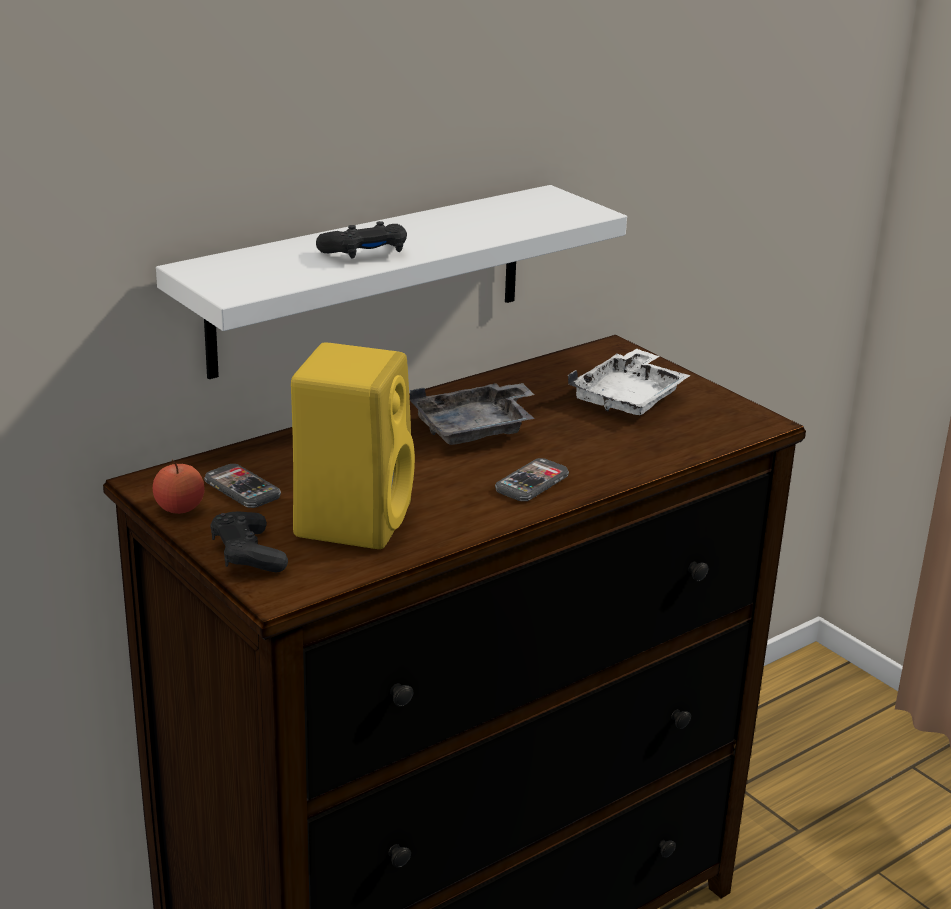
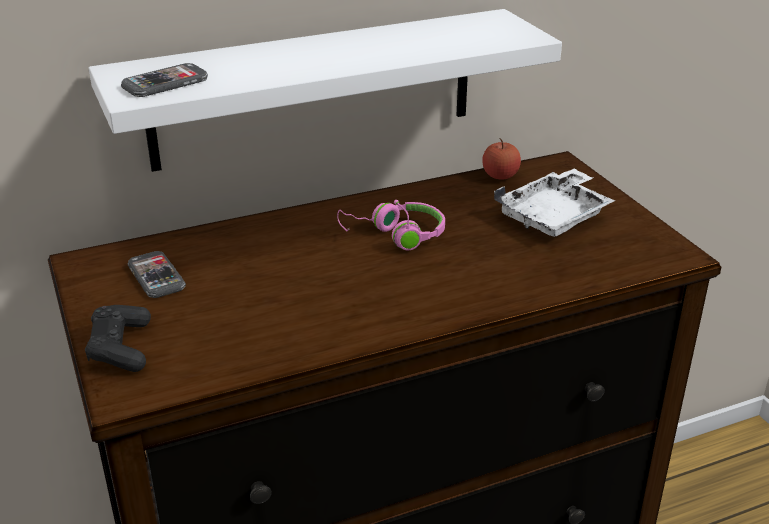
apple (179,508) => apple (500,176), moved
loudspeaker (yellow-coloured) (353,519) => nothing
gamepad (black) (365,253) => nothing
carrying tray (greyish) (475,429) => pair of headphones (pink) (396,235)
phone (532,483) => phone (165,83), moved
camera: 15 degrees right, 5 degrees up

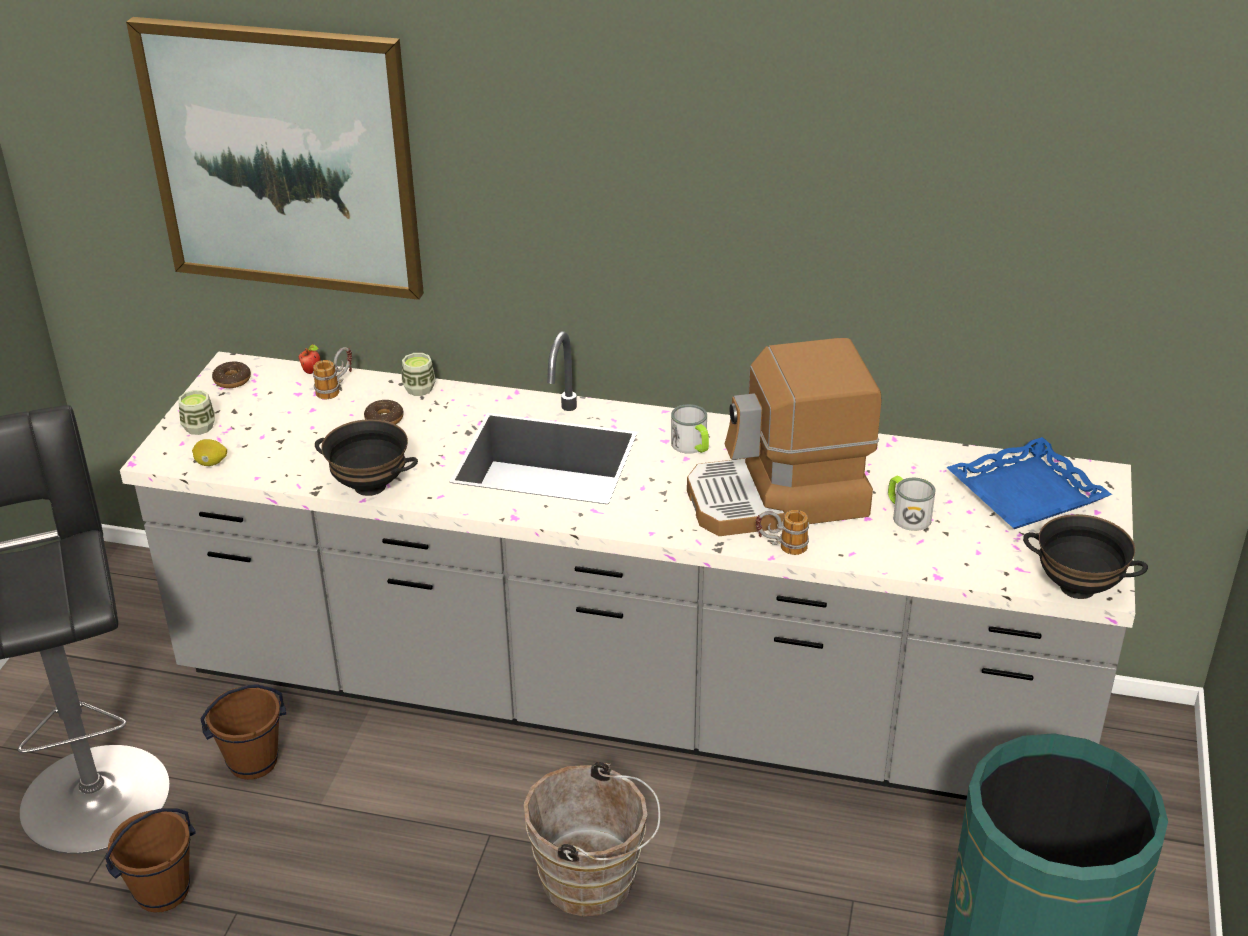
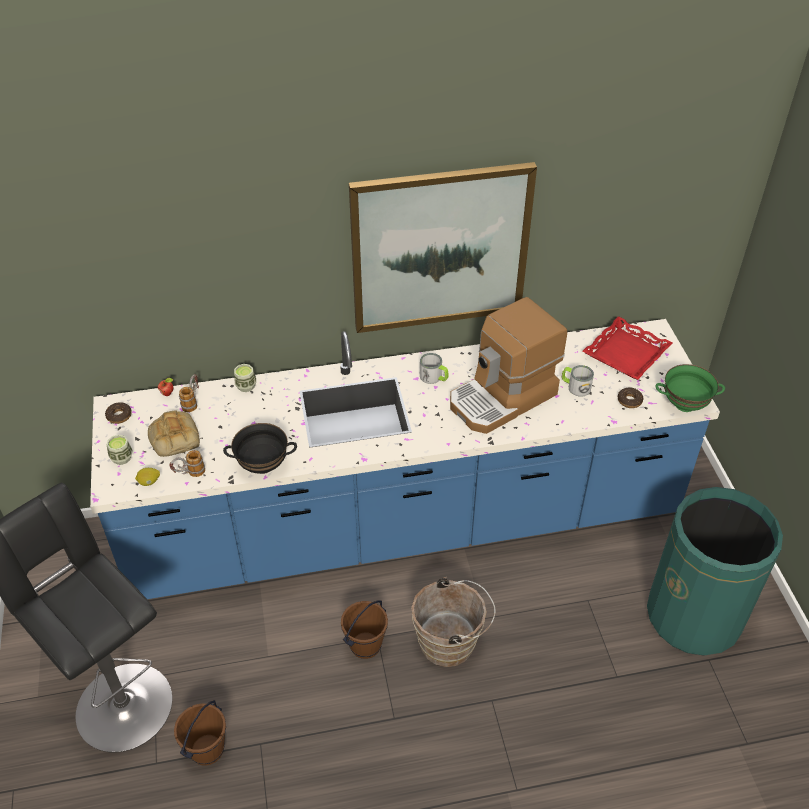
kitchen base unit (greyish) (626,698) => kitchen base unit (bluish) (404,523)
wall picture (283,159) => wall picture (440,249), moved
bucket (brown) (253,761) => bucket (brown) (365,645), moved
doughnut (384,419) => doughnut (629,400), moved
mug (781,547) => mug (189,474), moved
carrying tray (bluish) (1026,494) => carrying tray (red) (626,354)
deep dish (black) (1076,588) => deep dish (green) (684,405)
nothing => bread (173,437)
camera: 25 degrees left, 10 degrees up

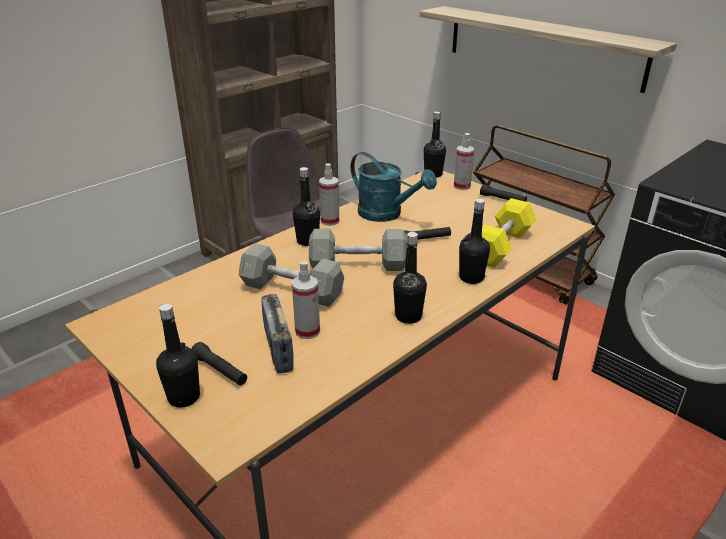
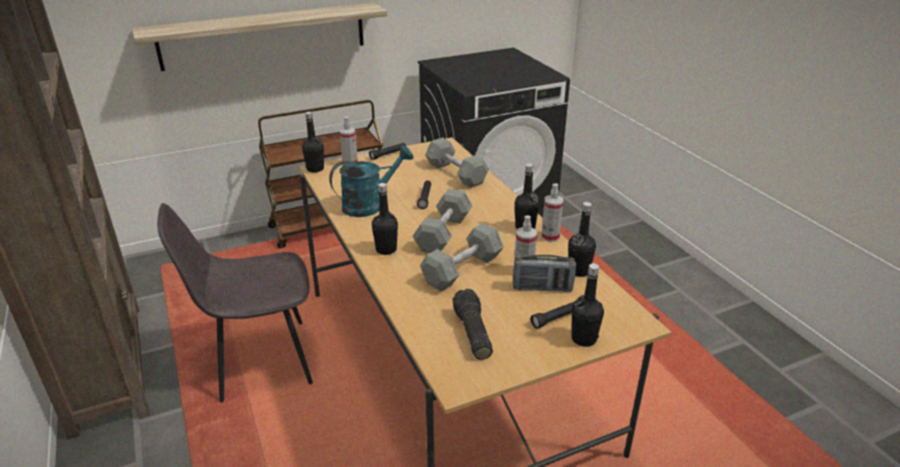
hand sprayer (330,221) => hand sprayer (550,237), moved
drink bottle (black) (471,278) => drink bottle (black) (578,271), moved
hand weight (yellow-coloured) (500,246) => hand weight (greyish) (456,173)
nothing => torch (471,333)
camera: 70 degrees left, 0 degrees up

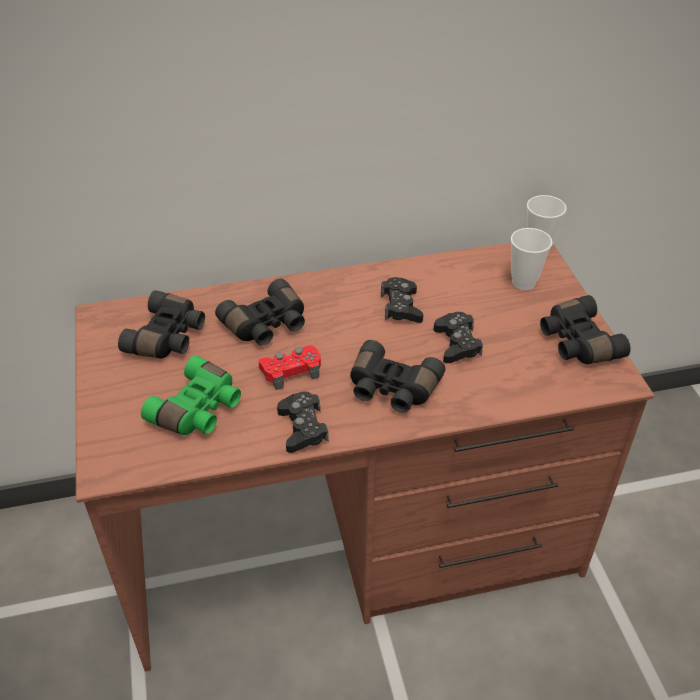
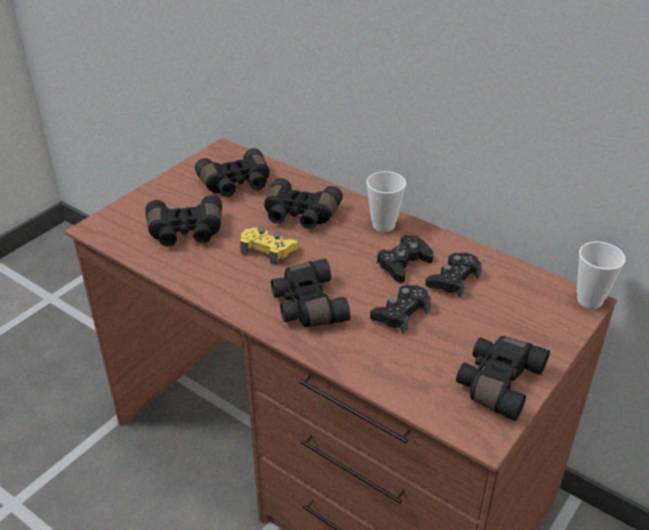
binoculars (green) (199,410) => binoculars (black) (185,233)
gamepad (red) (291,371) => gamepad (yellow-coloured) (268,250)
gamepad (black) (302,427) => gamepad (black) (453,280), moved
cup (523,282) => cup (383,225), moved
camera: 50 degrees right, 5 degrees down

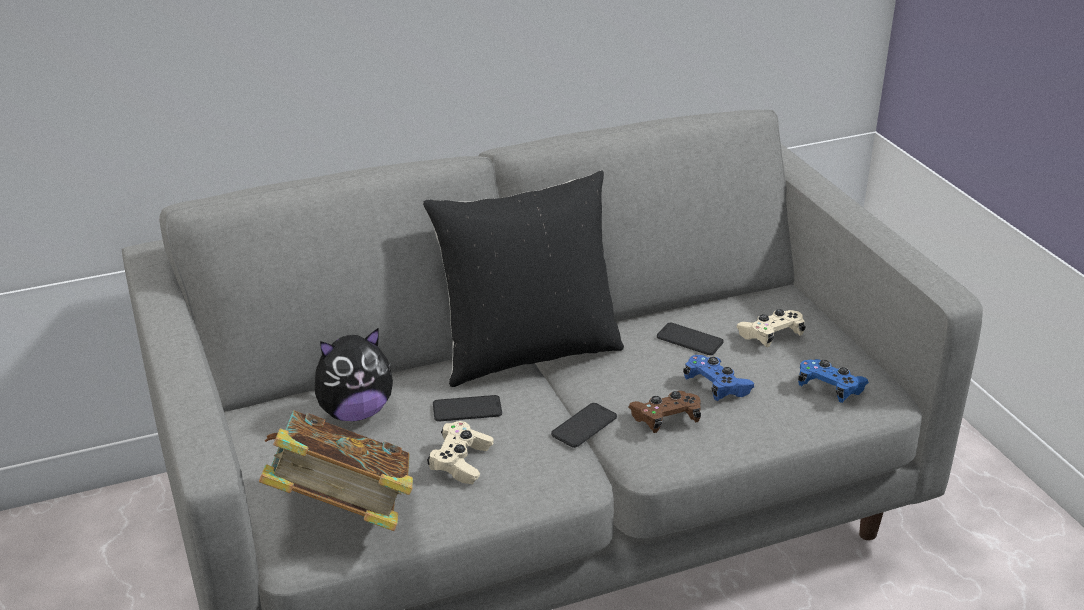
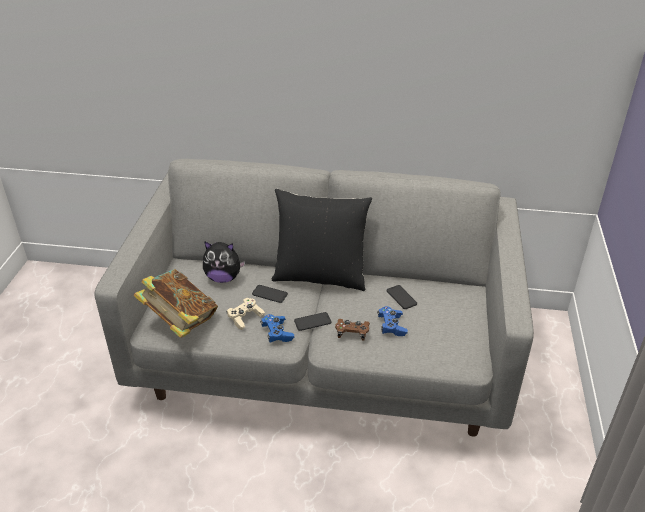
gamepad (beige-coloured) (771,336) => nothing
gamepad (bluish) (829,388) => gamepad (bluish) (277,333), moved
camera: 30 degrees right, 5 degrees up

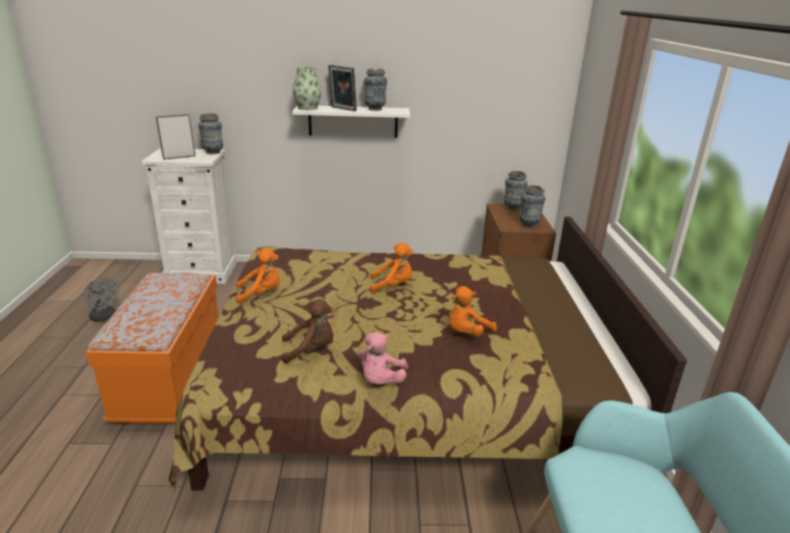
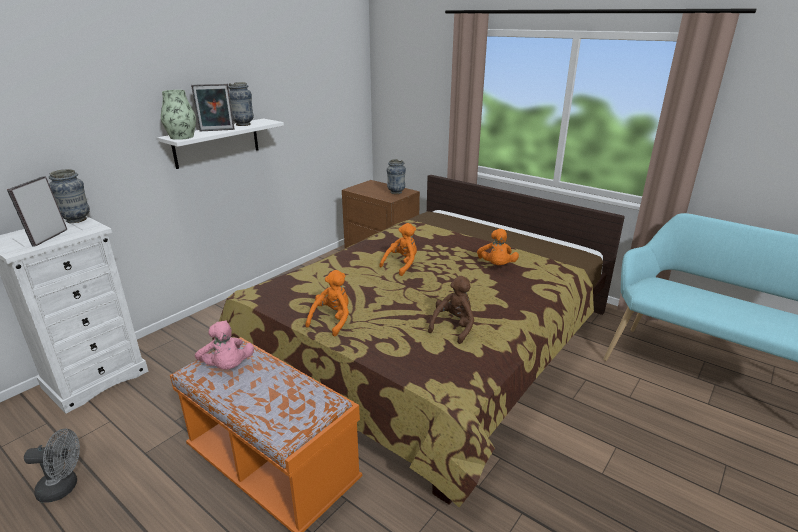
soft toy (pink) (380,381) => soft toy (pink) (227,367), moved
flower vase (513,208) => nothing
camera: 50 degrees left, 0 degrees up

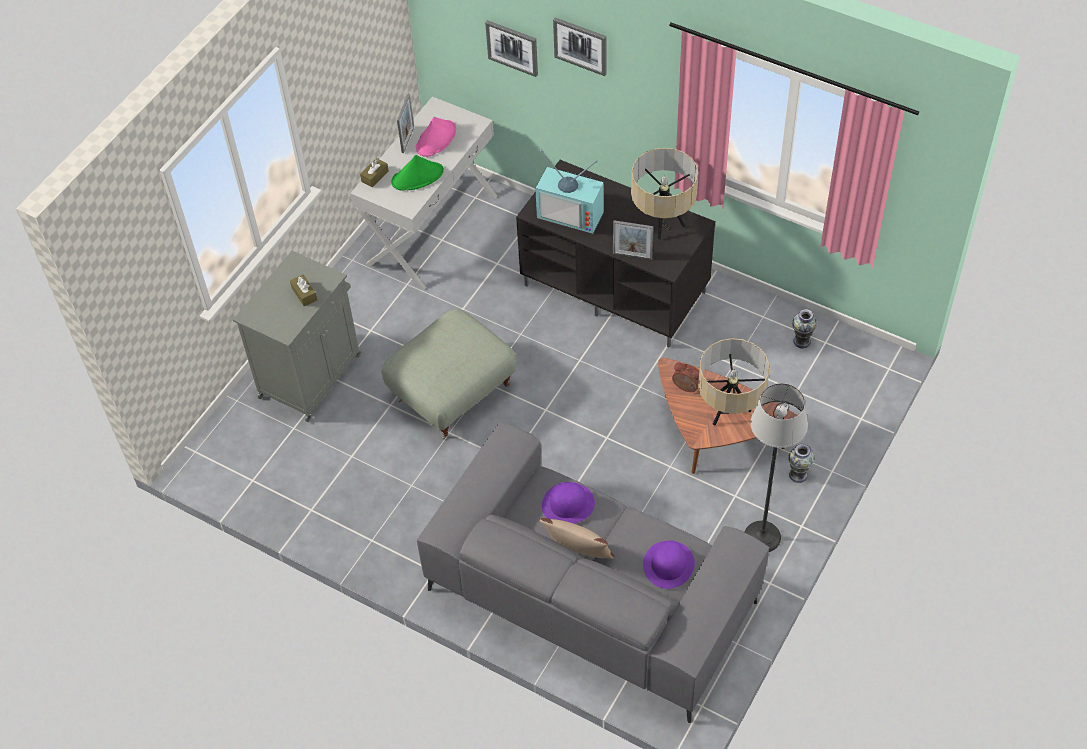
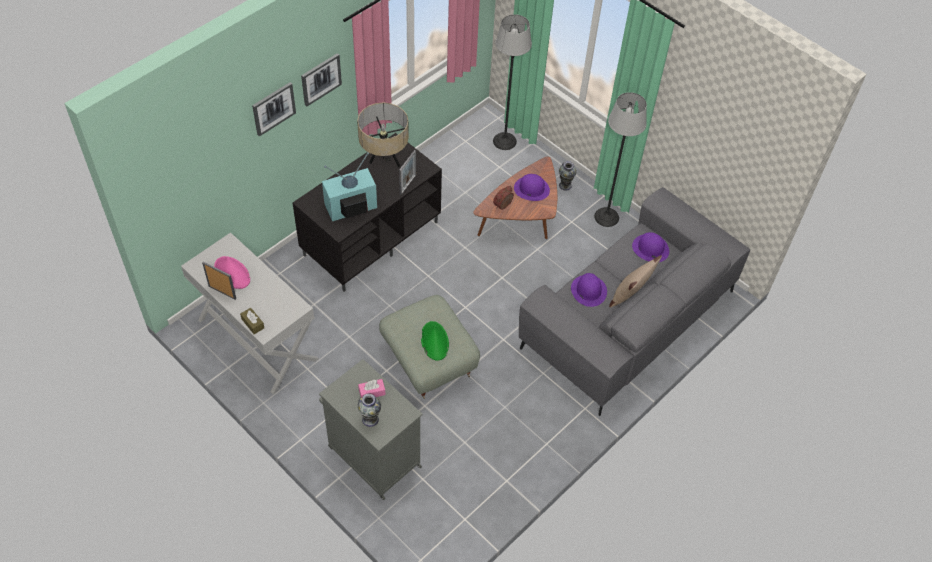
box of tissues (brown) (304,294) => box of tissues (pink) (372,392)
clothing hat (green) (418,177) => clothing hat (green) (434,341), moved
wall picture (512,47) => wall picture (320,79), moved
television (572,213) => television (351,208), 150 degrees counterclockwise
tabletop lamp (beige-coloured) (729,411) => clothing hat (purplish) (532,189)
flower vase (802,341) => flower vase (370,419), moved
nothing => standard lamp (504,141)
camera: 80 degrees left, 0 degrees up

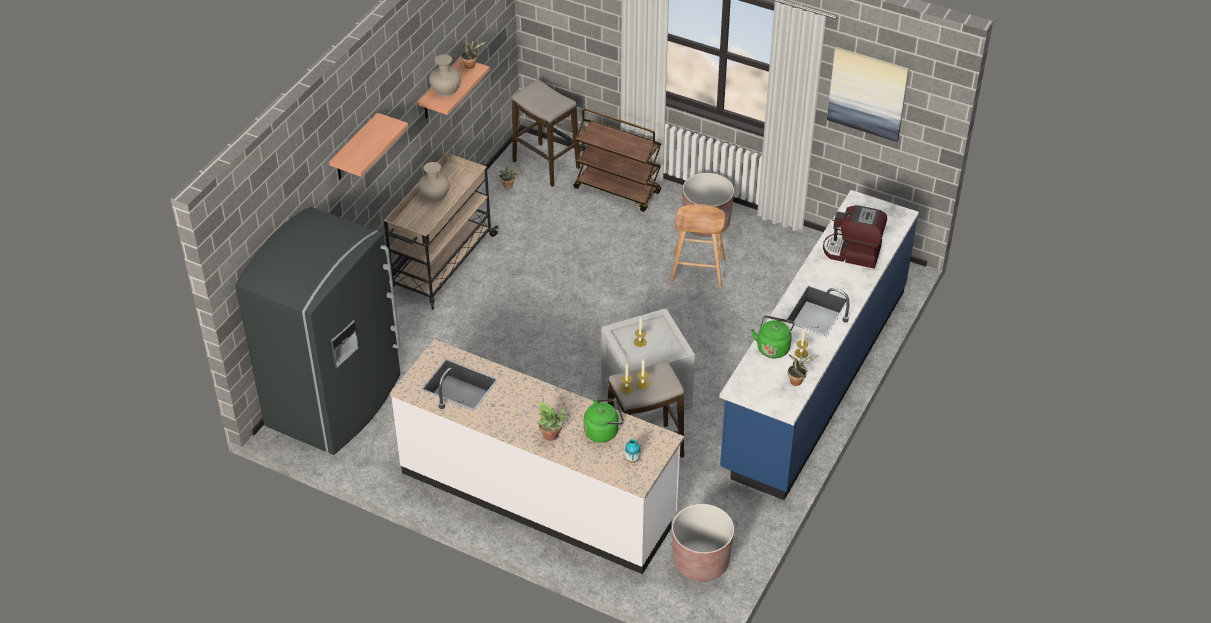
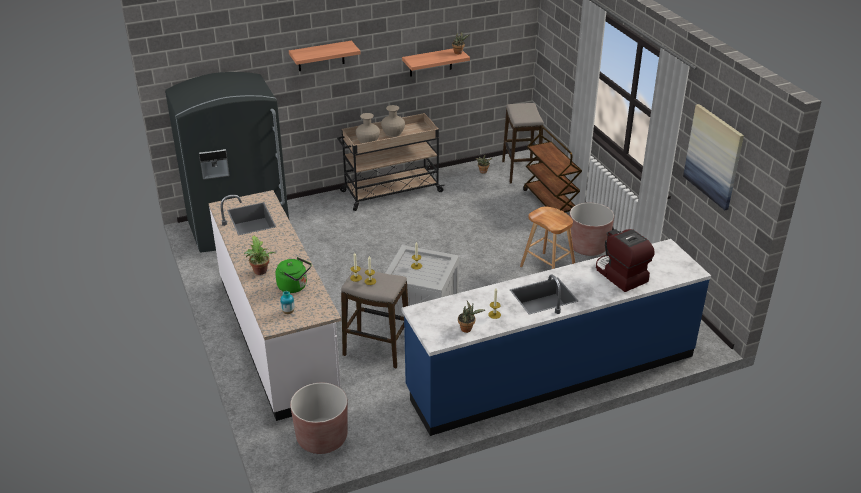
flower vase (beige-coloured) (445,89) => flower vase (beige-coloured) (368,141), moved
kettle (green) (773,347) => nothing
camera: 40 degrees right, 10 degrees down

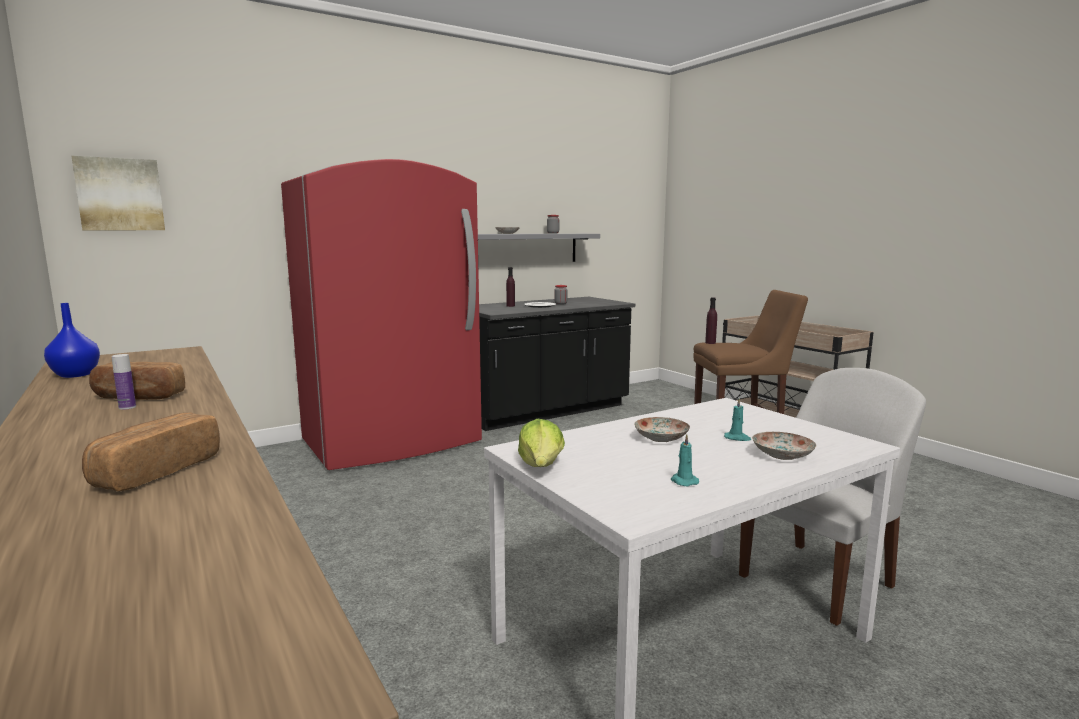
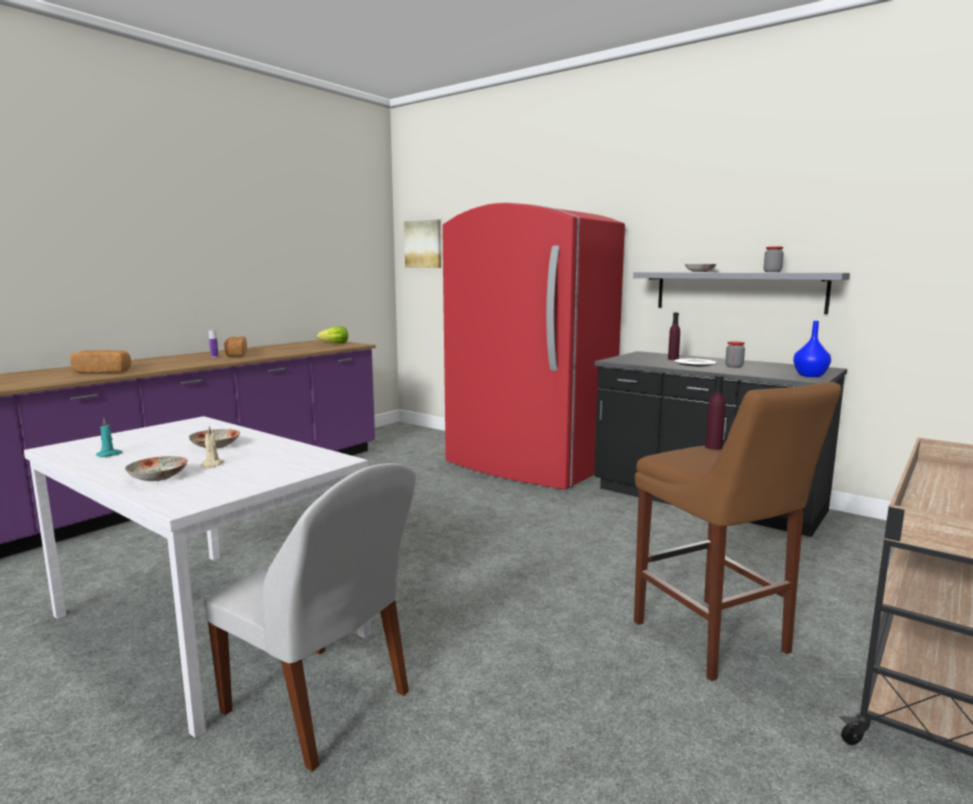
flower vase (bluish) (76,375) => flower vase (bluish) (810,376), moved
lettuce head (541,466) => lettuce head (334,344), moved
wax candle (turquoise) (737,438) => wax candle (beige-coloured) (212,465)
camera: 70 degrees right, 0 degrees up

